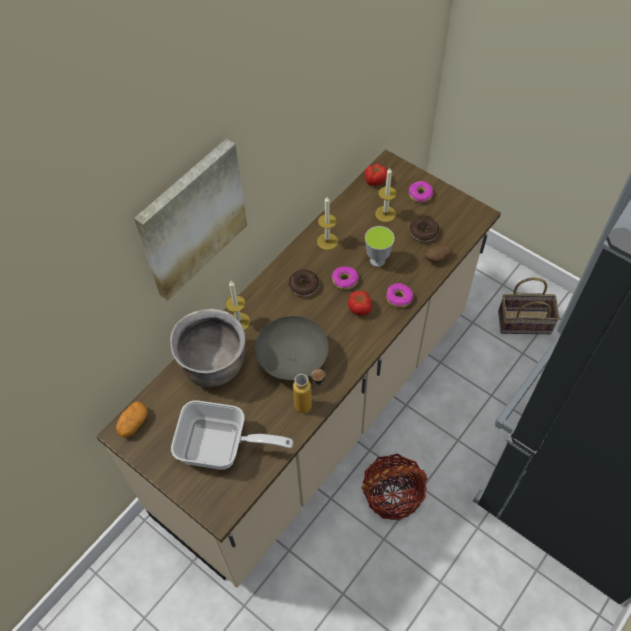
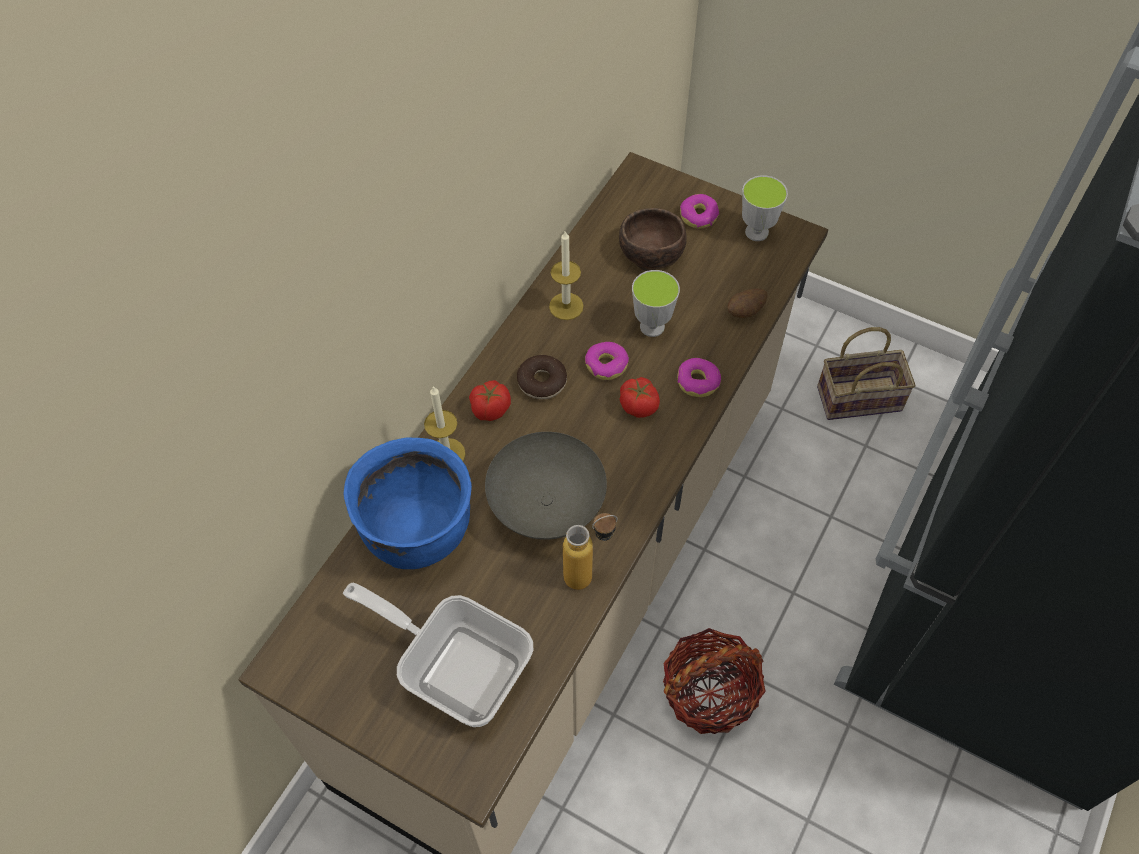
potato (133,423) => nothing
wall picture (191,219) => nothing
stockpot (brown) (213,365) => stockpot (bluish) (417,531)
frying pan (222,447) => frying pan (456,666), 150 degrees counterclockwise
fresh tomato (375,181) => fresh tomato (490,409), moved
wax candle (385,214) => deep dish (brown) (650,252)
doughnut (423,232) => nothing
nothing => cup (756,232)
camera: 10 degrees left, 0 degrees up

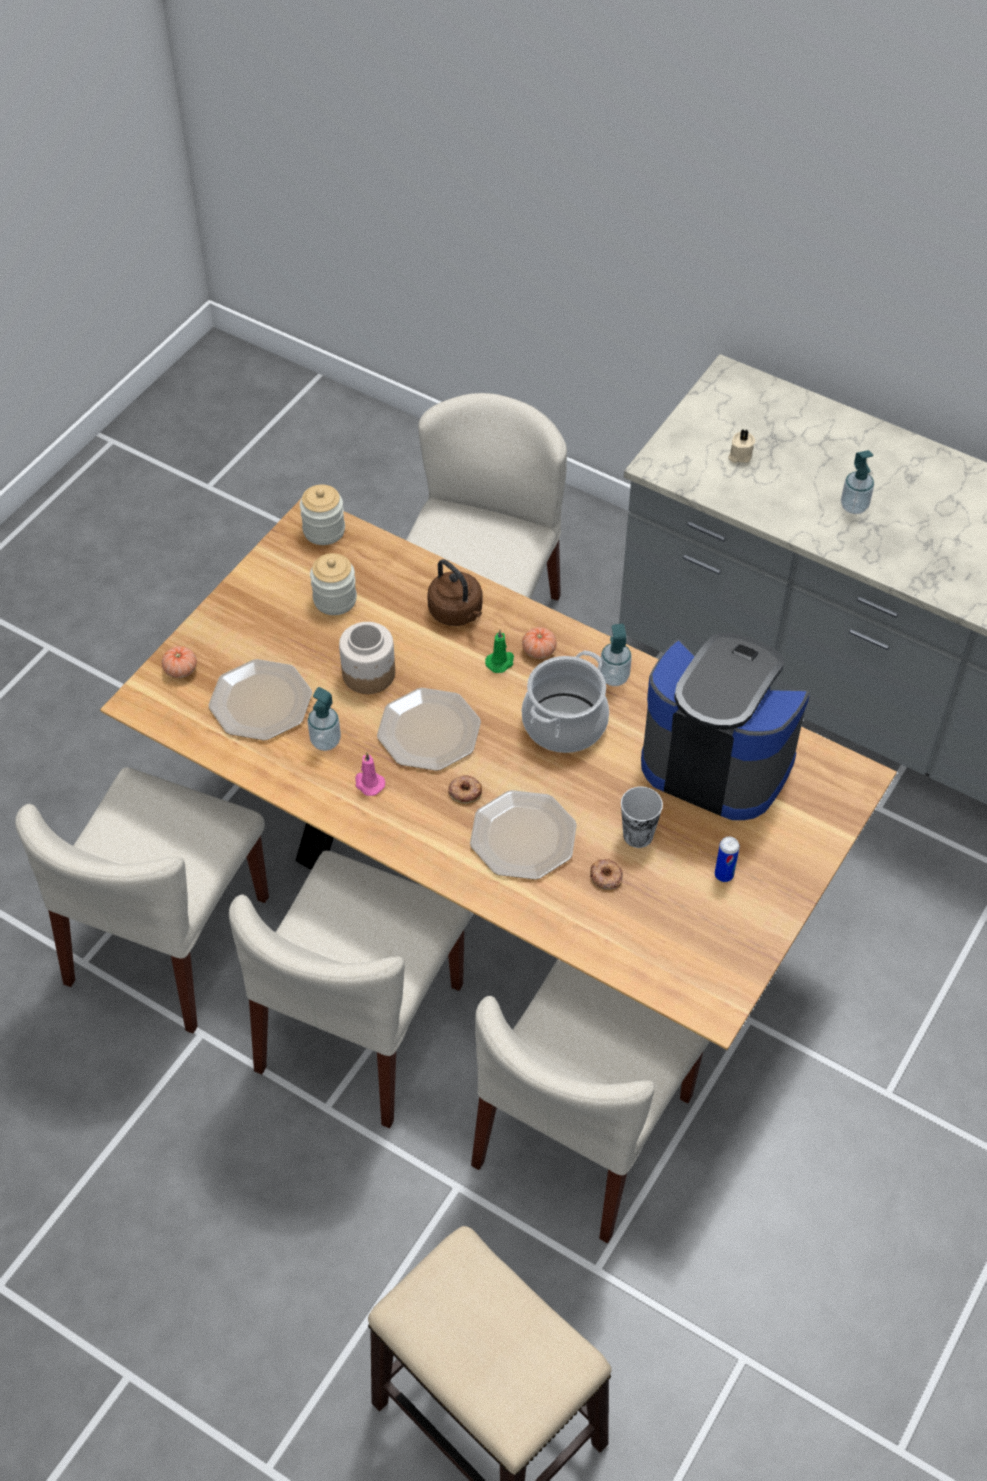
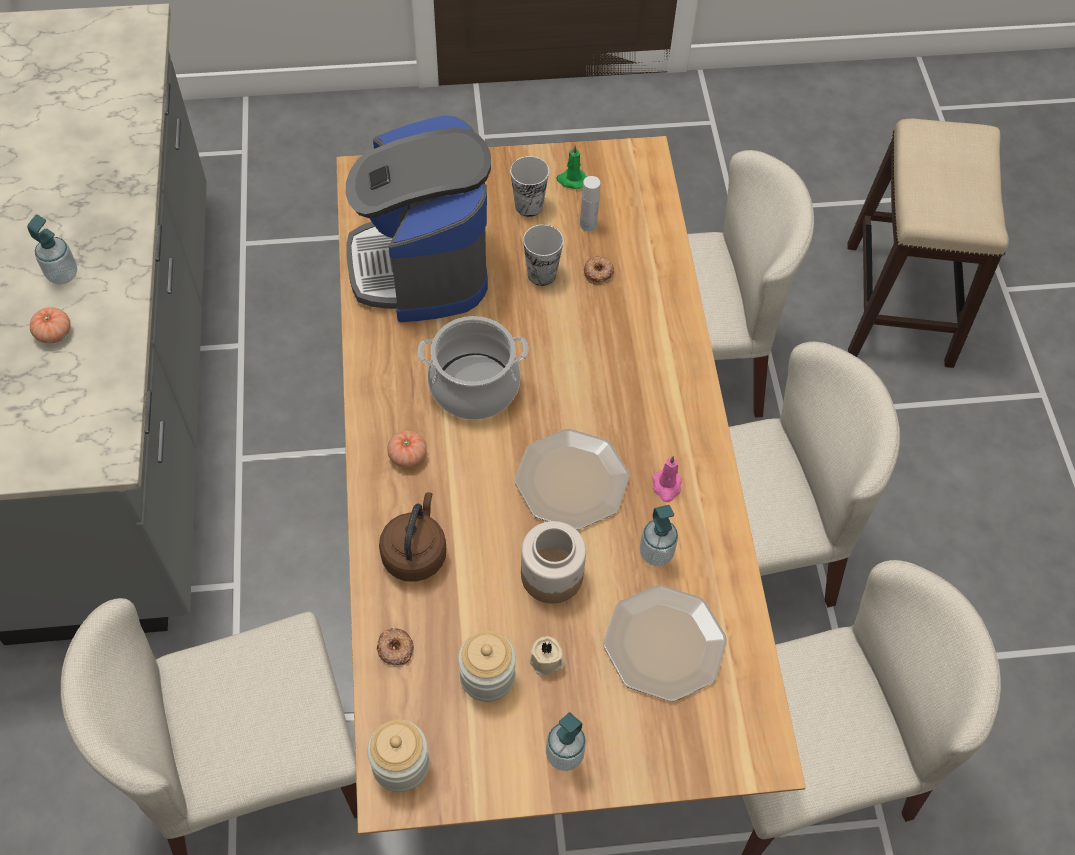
fresh tomato (181,670) => fresh tomato (54,333), moved
doughnut (465,791) => doughnut (395,648), moved
flat dish (523,837) => nothing
wax candle (green) (500,662) => wax candle (green) (571,180), moved
soap bottle (614,677) => soap bottle (564,755), moved
can (724,875) => cup (528,206)
wax candle (beige-coloured) (739,455) => wax candle (beige-coloured) (547,662), moved
nothing => drink bottle (white-coloured) (588,224)
camera: 130 degrees left, 5 degrees up

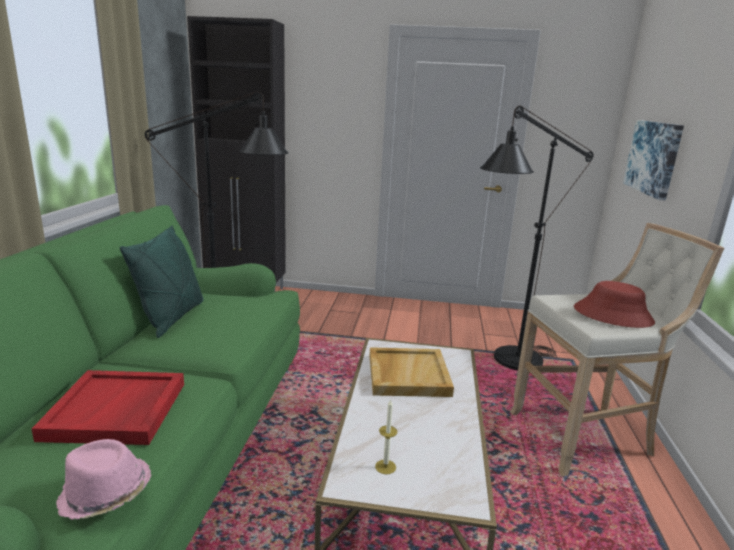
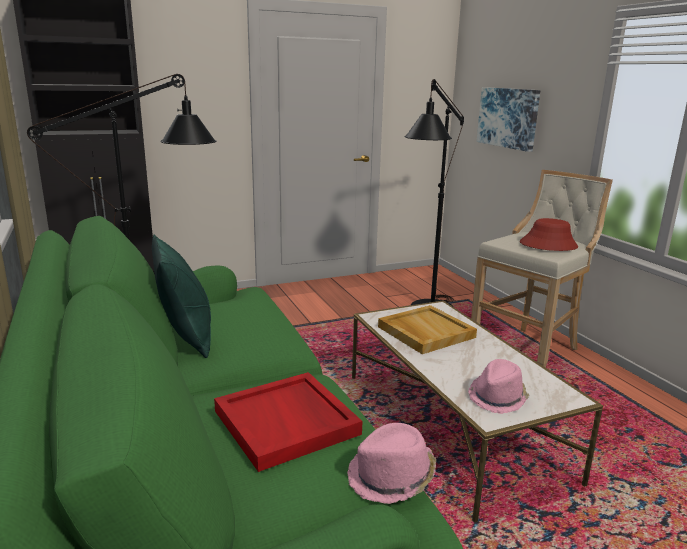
wax candle (385,467) => clothing hat (pink) (498,397)
camera: 30 degrees left, 0 degrees up

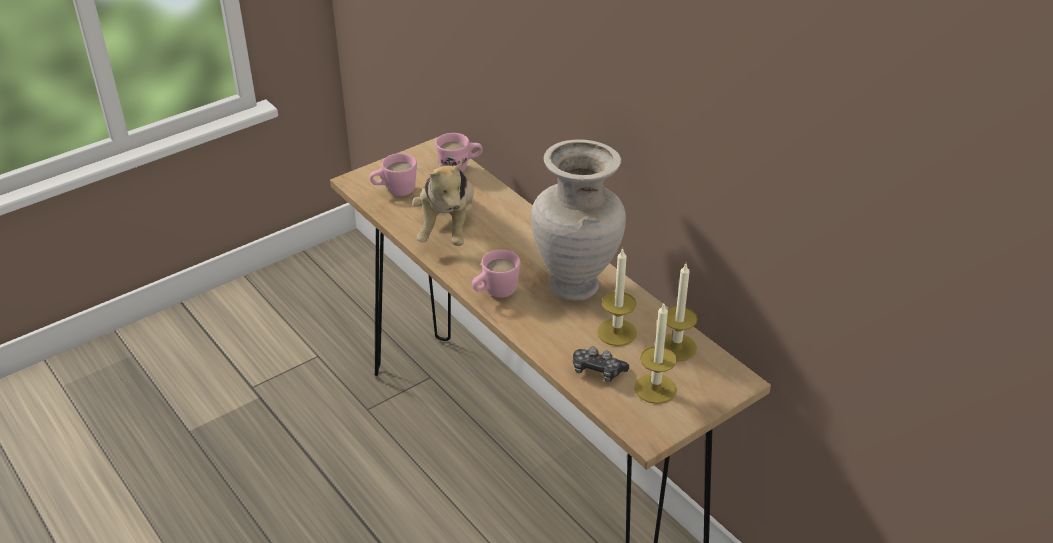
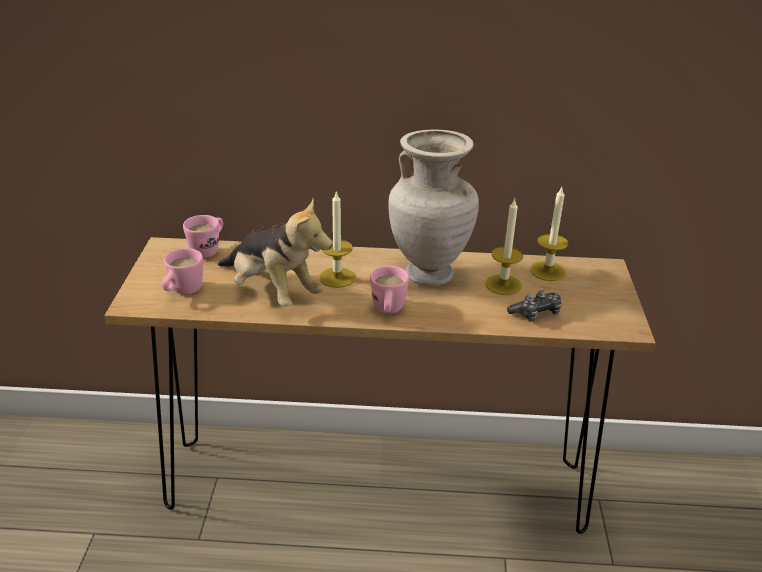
wax candle (655,388) => wax candle (337,277), moved
camera: 50 degrees left, 5 degrees down

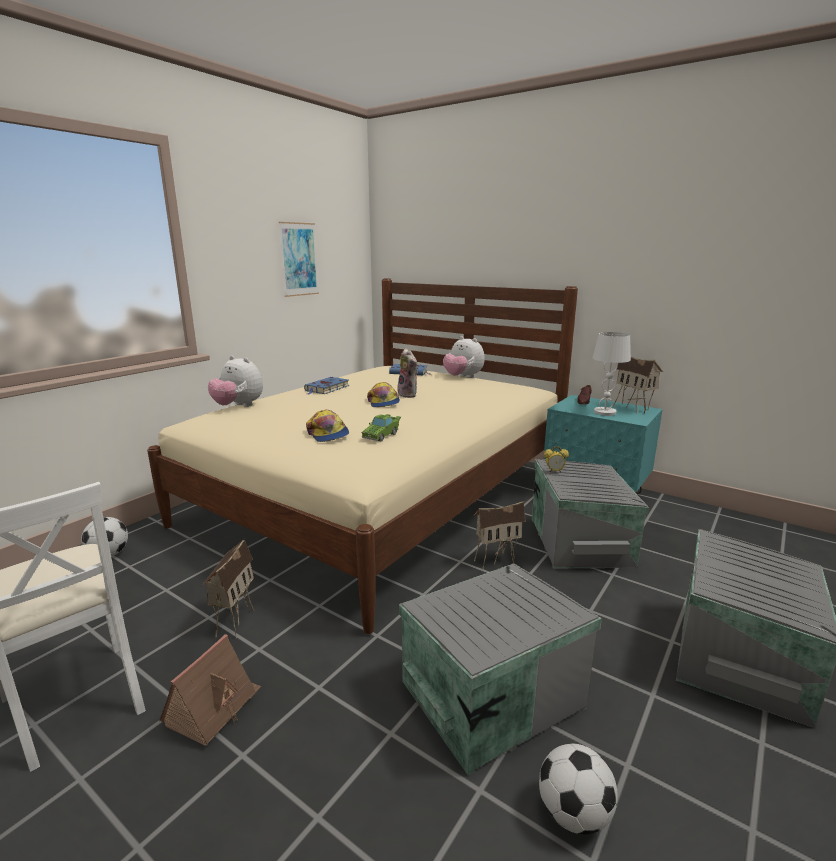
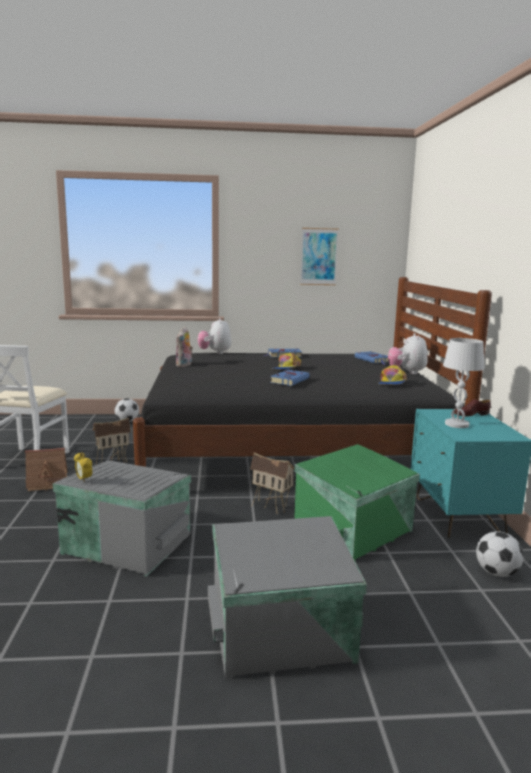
bedroom bed (beige-coloured) (382,497) => bedroom bed (black) (290,451)
baseball cap (328,434) => baseball cap (392,382), moved
toy car (green) (382,435) => nothing
soft toy (409,395) => soft toy (184,365), moved
storage bin (greyish) (581,541) => storage bin (green) (355,530)
football ball (573,813) => football ball (496,573), moved
alarm clock (554,471) => alarm clock (84,479), moved
toy house (633,408) => nothing
nothing => book (bluish) (290,380)
camera: 50 degrees right, 5 degrees down

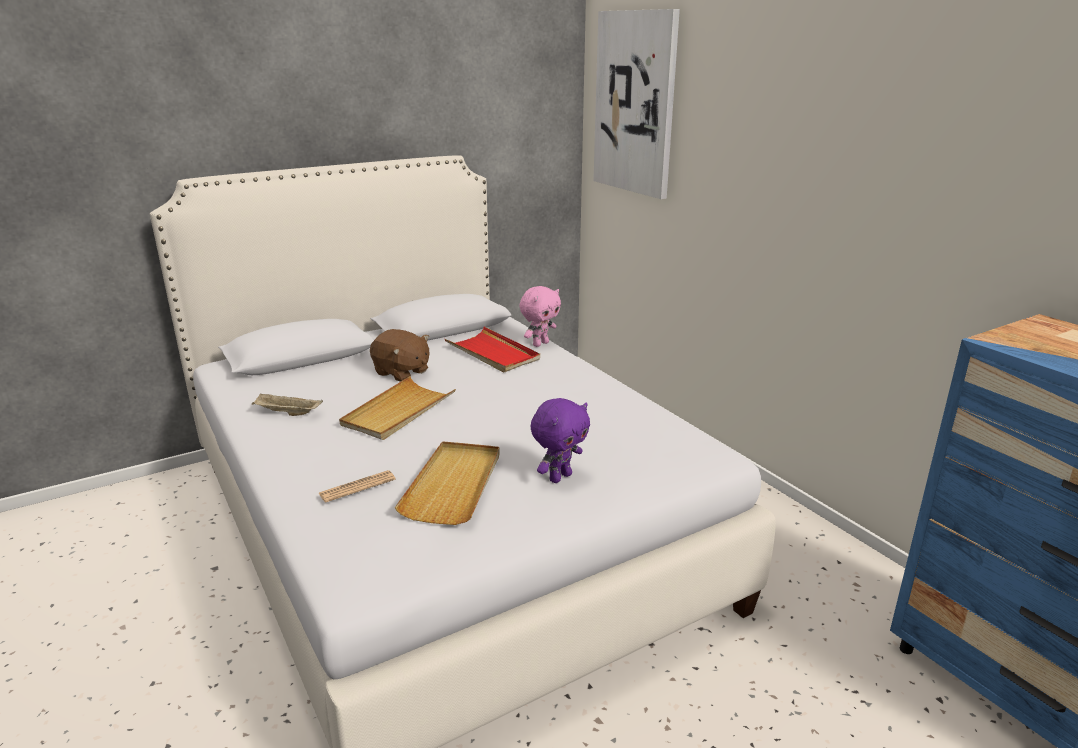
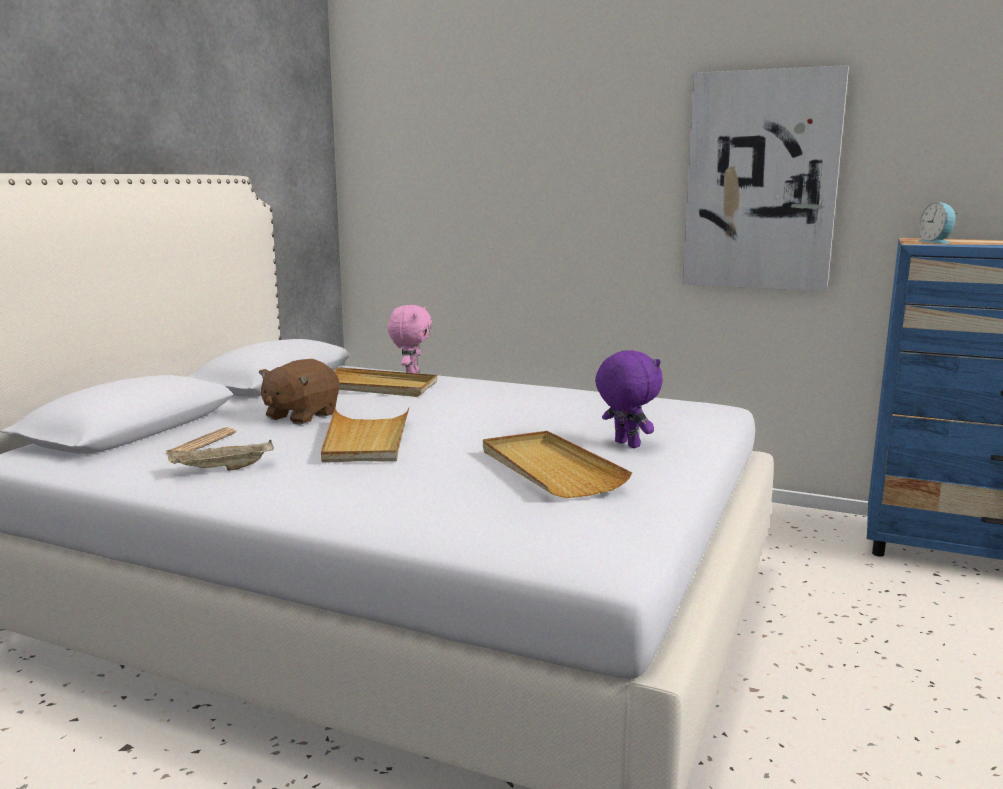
printed paper (357,487) => printed paper (201,443), moved
soft toy (brown) (401,372) => soft toy (brown) (300,416), 120 degrees clockwise
carrying tray (red) (493,353) => carrying tray (beige-coloured) (376,387)
soft toy (purplish) (559,477) => soft toy (purplish) (625,444), 45 degrees counterclockwise
wall picture (635,103) => wall picture (761,181), moved
nothing => alarm clock (936,242)
camera: 35 degrees left, 10 degrees down

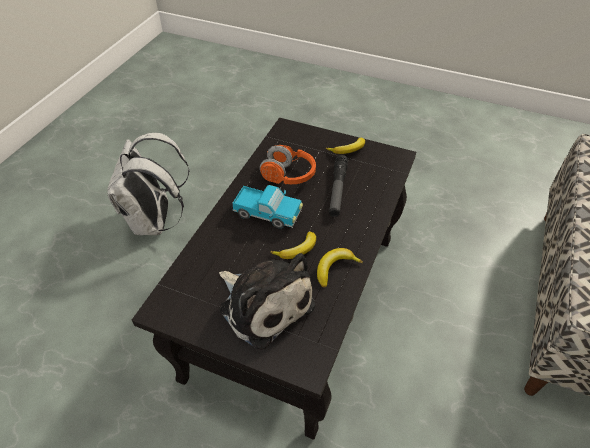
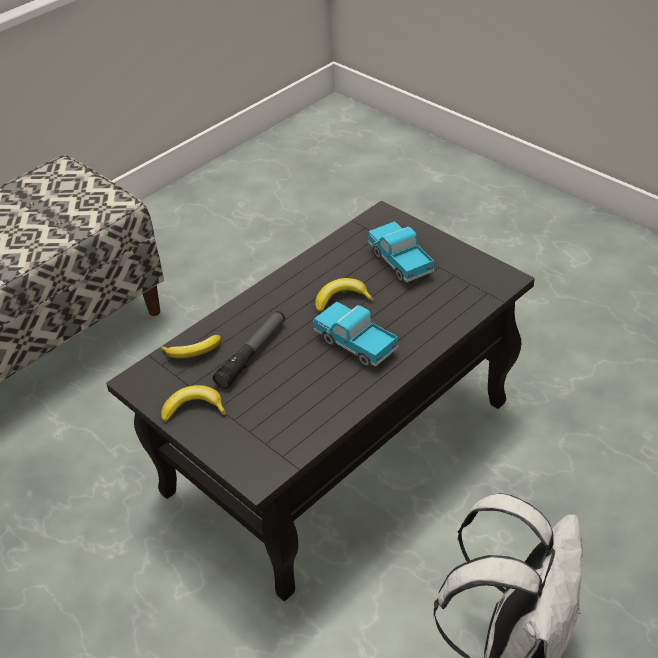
soft toy (264,304) => model truck (400,262)
pair of headphones (orange-coloured) (288,175) => nothing
whole banana (335,268) => whole banana (193,352), moved
camera: 155 degrees left, 5 degrees down

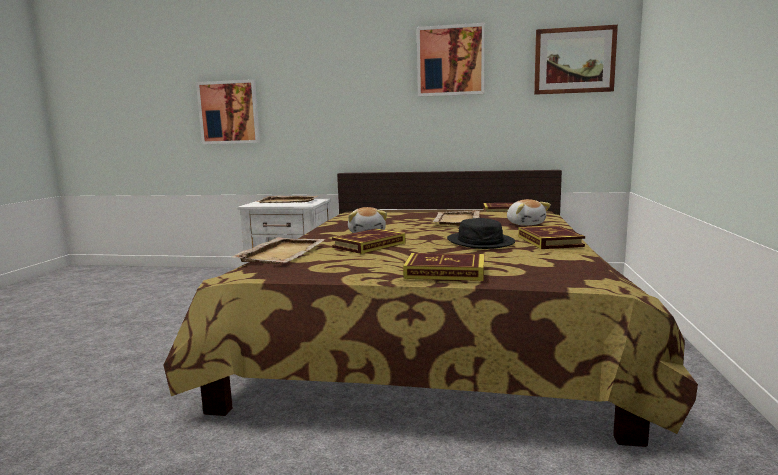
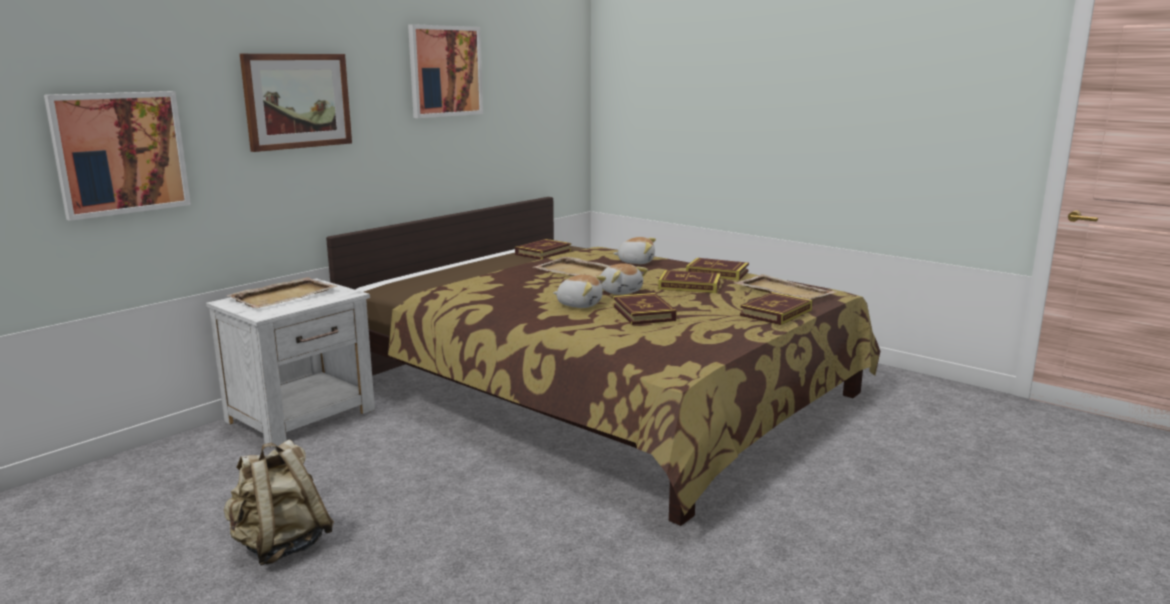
carrying tray (beige-coloured) (282,253) => carrying tray (beige-coloured) (783,291), moved
clothing hat (black) (480,242) => book (689,286)
wall picture (574,60) => wall picture (297,101), moved
nothing => knapsack (beige-coloured) (280,546)
nothing => soft toy (620,291)
camera: 60 degrees left, 5 degrees up

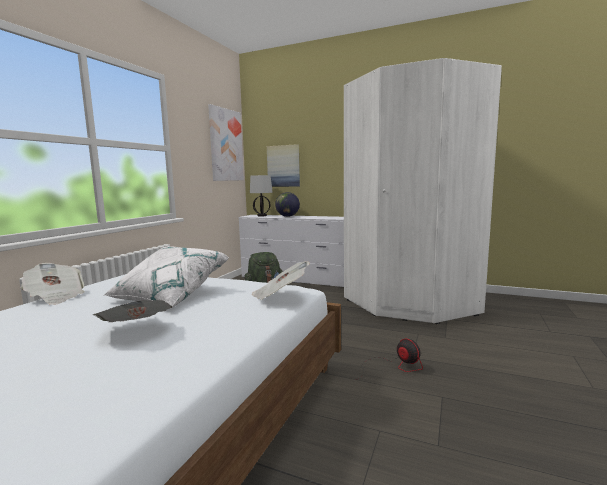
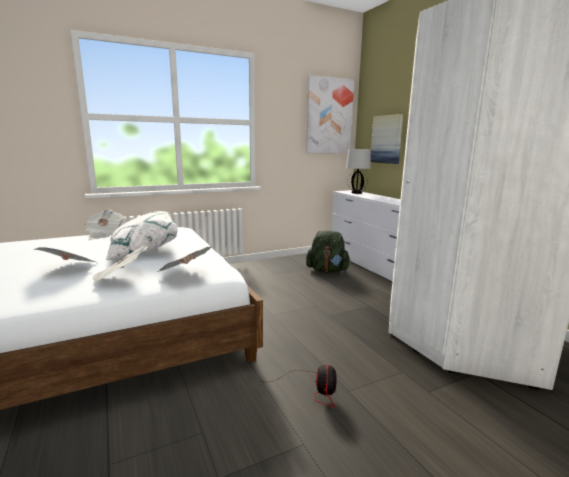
desk globe (287,216) => nothing
nothing => printed paper (119,278)
camera: 40 degrees right, 5 degrees up

